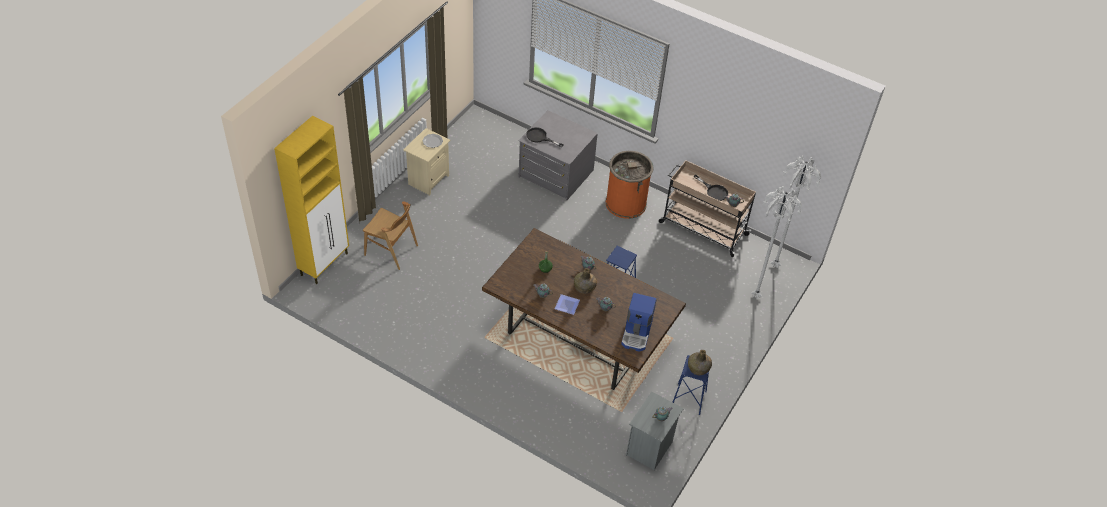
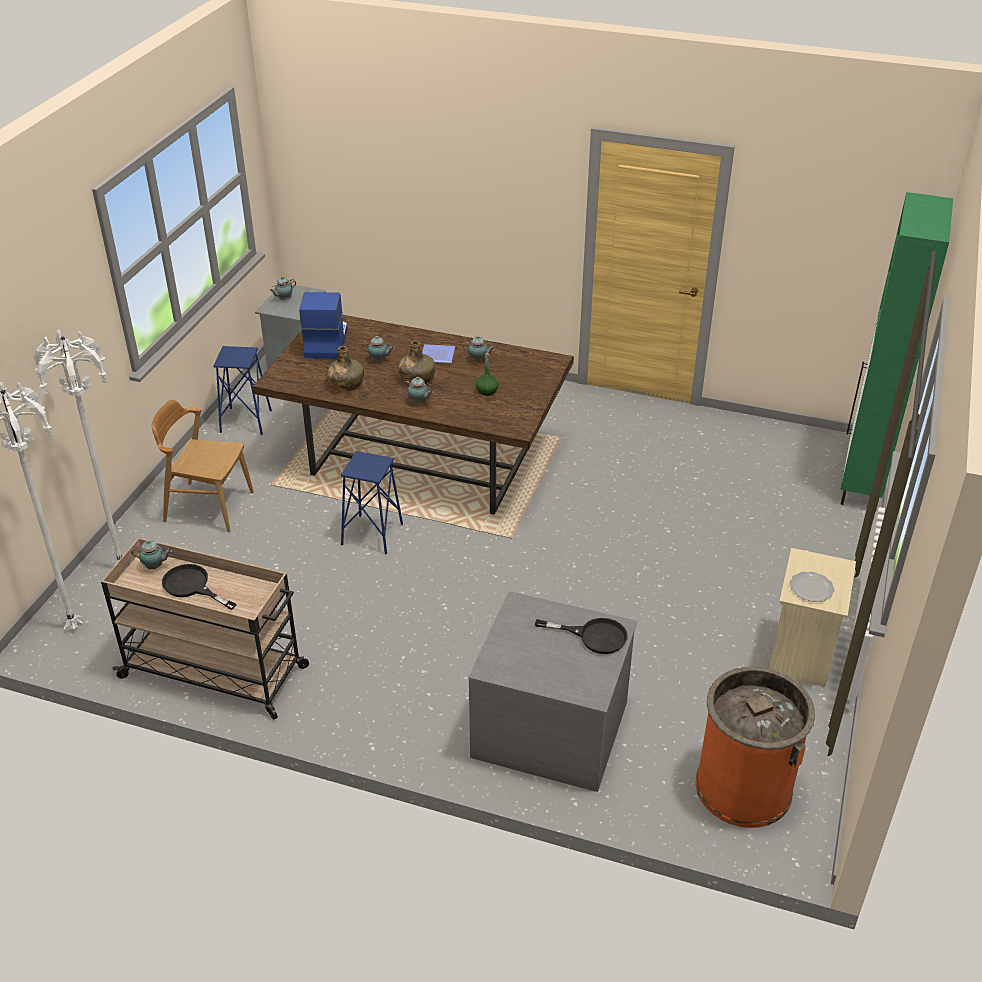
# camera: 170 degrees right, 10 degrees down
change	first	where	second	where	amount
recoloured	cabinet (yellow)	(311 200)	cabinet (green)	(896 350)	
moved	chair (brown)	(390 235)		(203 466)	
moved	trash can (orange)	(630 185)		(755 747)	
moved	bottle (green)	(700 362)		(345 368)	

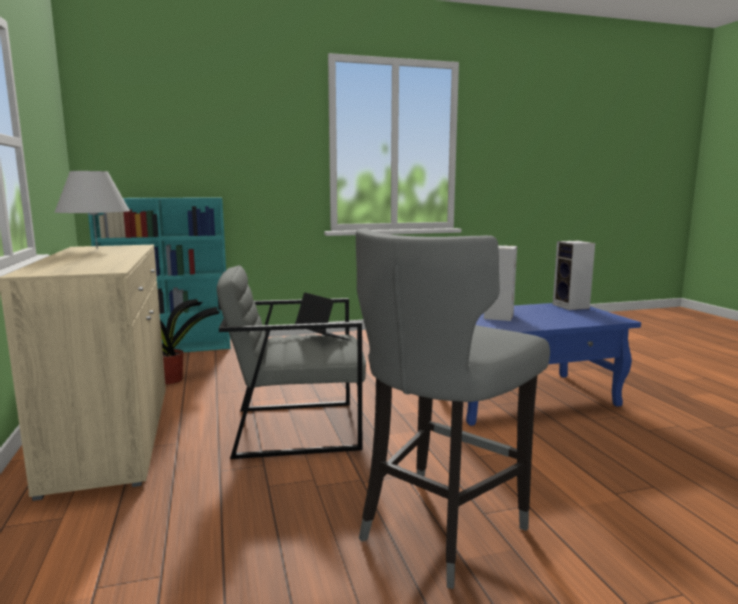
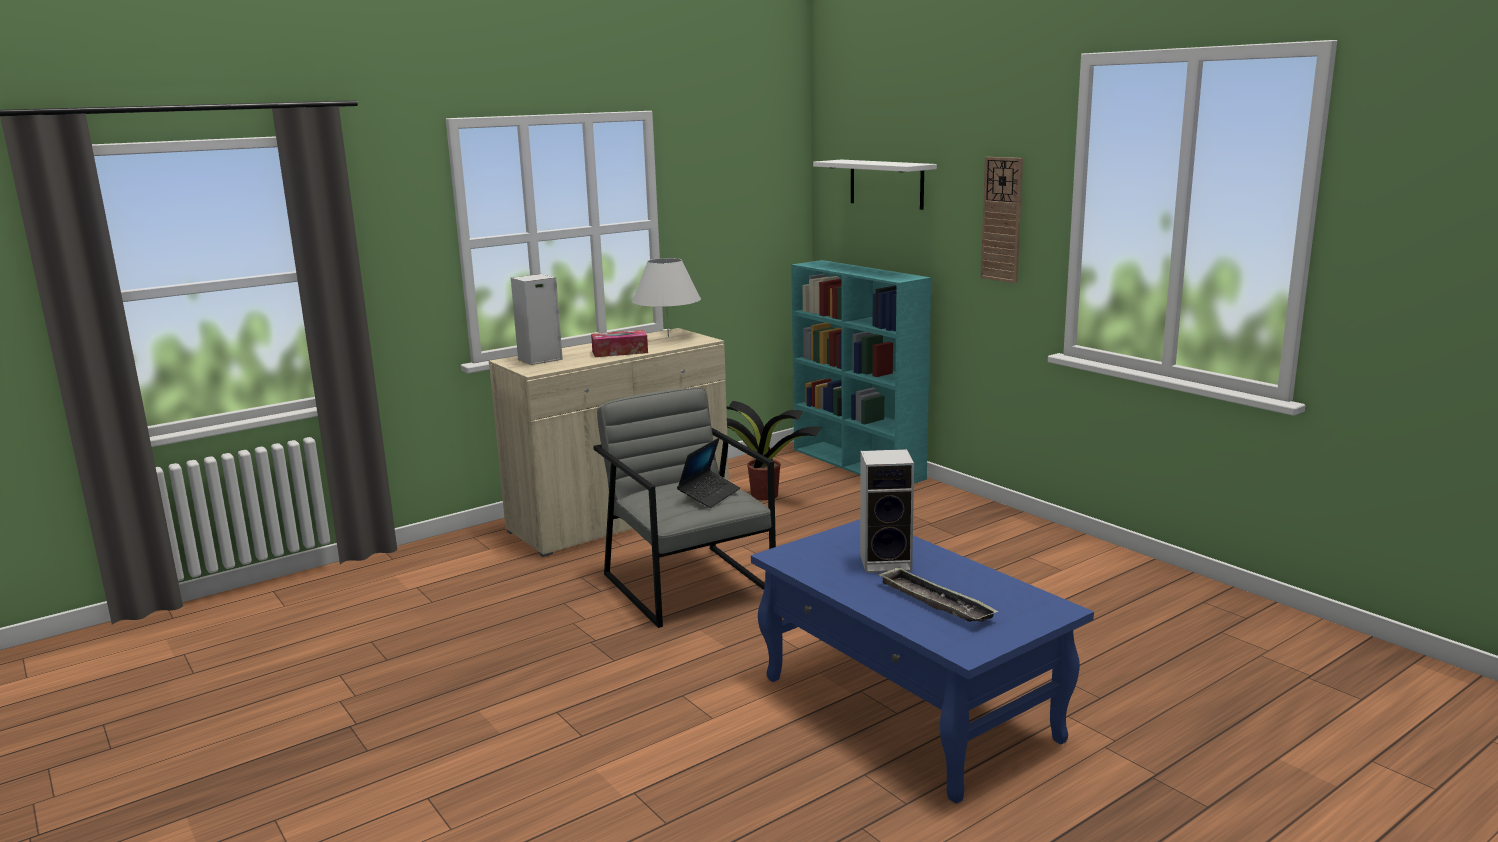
# camera: 70 degrees right, 5 degrees up
change	first	where	second	where	amount
removed	stool (grey)	(453 408)			
moved	speaker	(574 275)		(537 319)	
added			tissue box	(619 343)	
added			shelf (white)	(875 185)	
added			tray	(938 594)	
added			wall clock	(1002 220)	

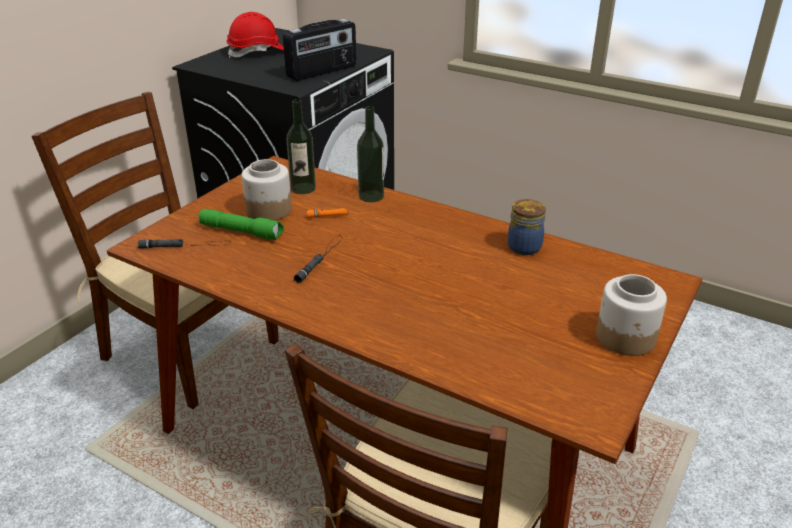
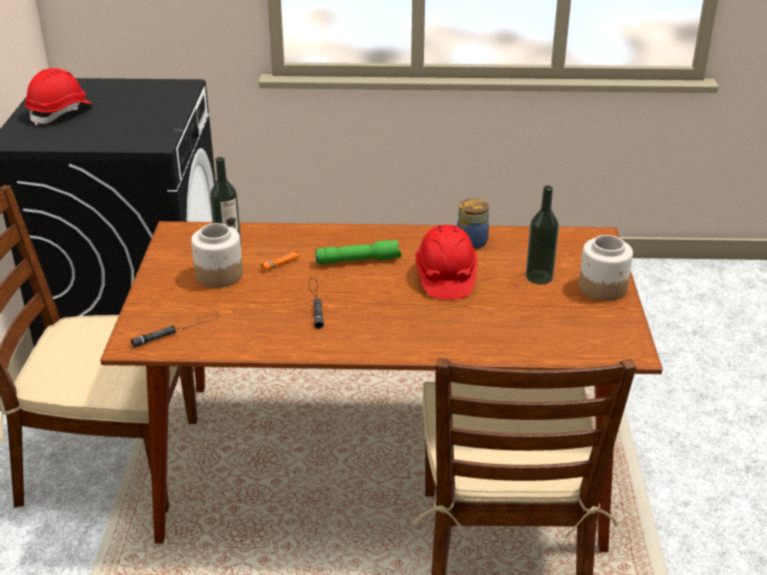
# camera: 30 degrees left, 0 degrees up
change	first	where	second	where	amount
moved	flashlight (green)	(241 224)		(358 252)	
removed	radio	(320 50)			
moved	bottle	(370 154)		(542 234)	
added			hard hat (red)	(446 262)	

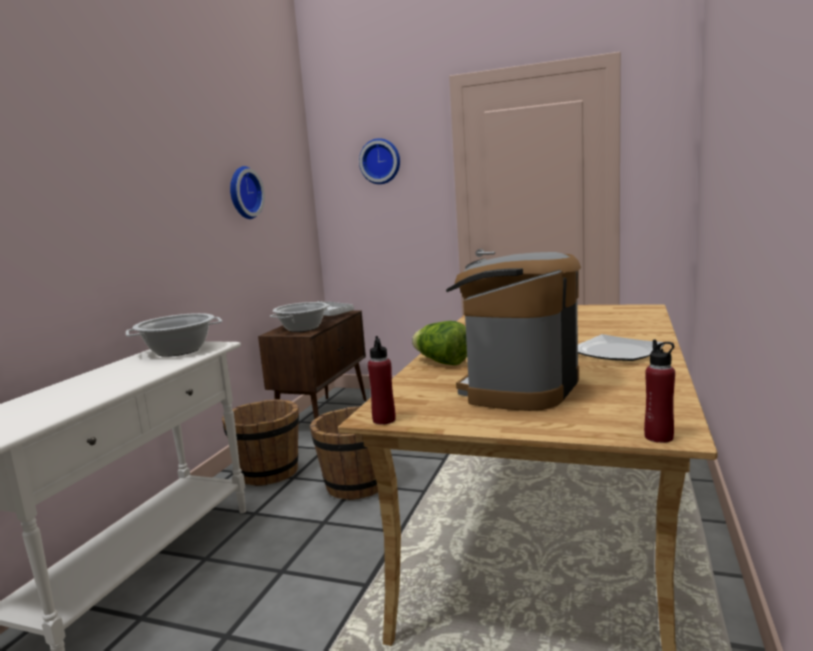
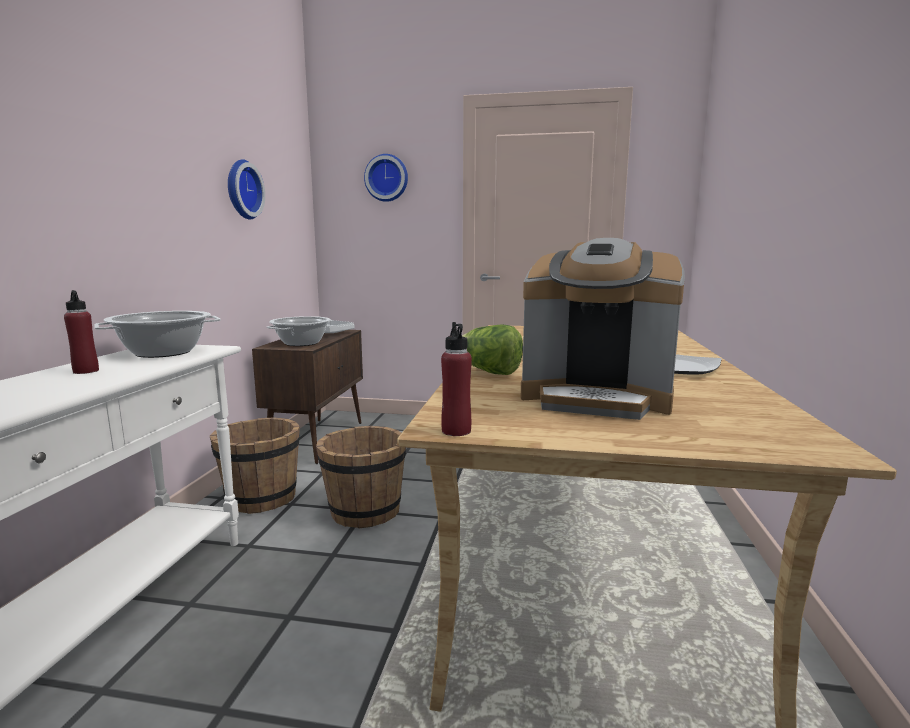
# camera: 10 degrees left, 0 degrees up
change	first	where	second	where	amount
turned	coffee machine	(513 331)		(603 329)	90 degrees counterclockwise
moved	bottle (red)	(659 391)		(81 332)	

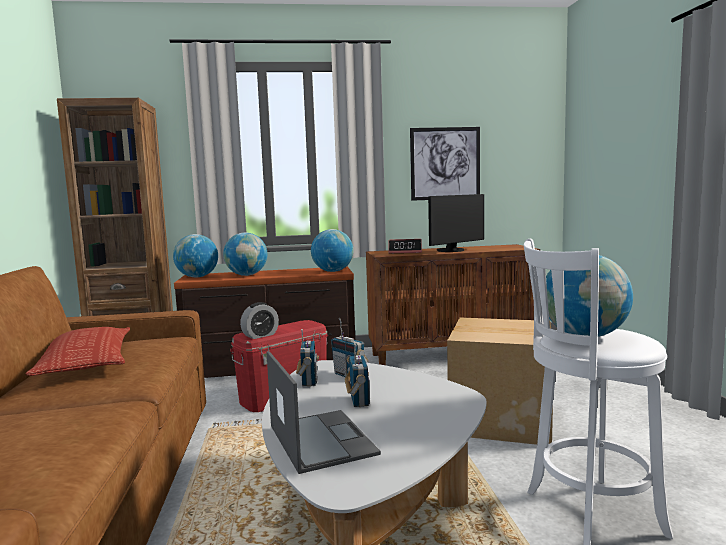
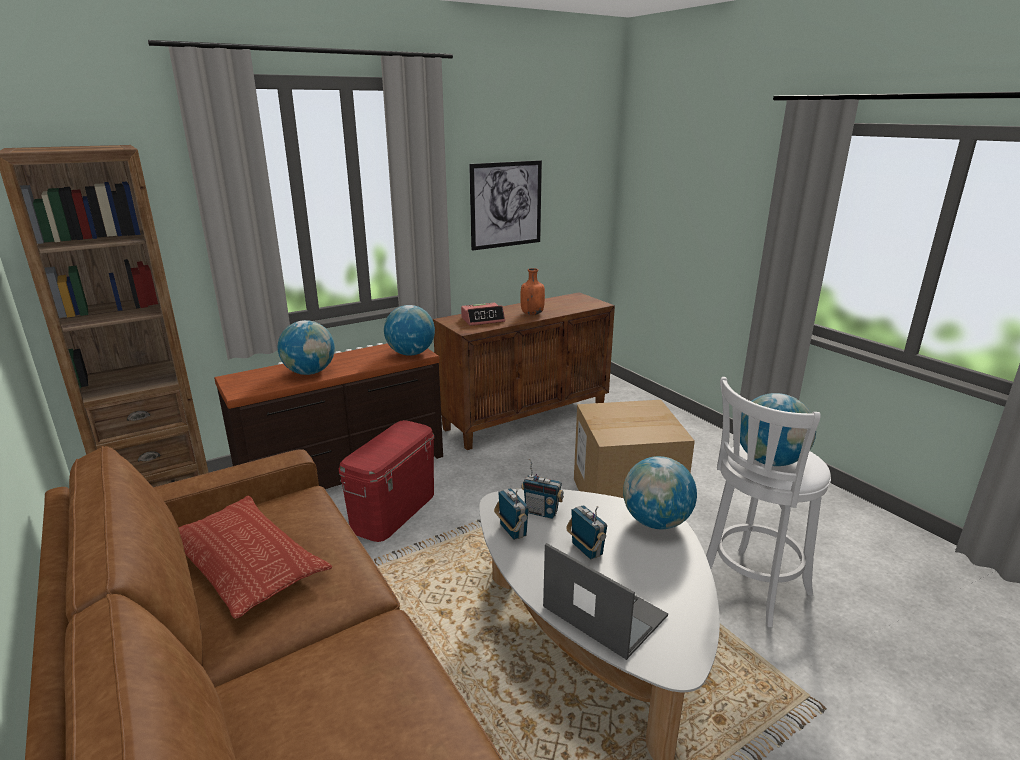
# camera: 25 degrees left, 15 degrees up
change	first	where	second	where	amount
moved	globe	(195 255)		(660 492)	
removed	alarm clock	(259 320)			
replaced	monitor	(456 223)	bottle (orange)	(532 291)	

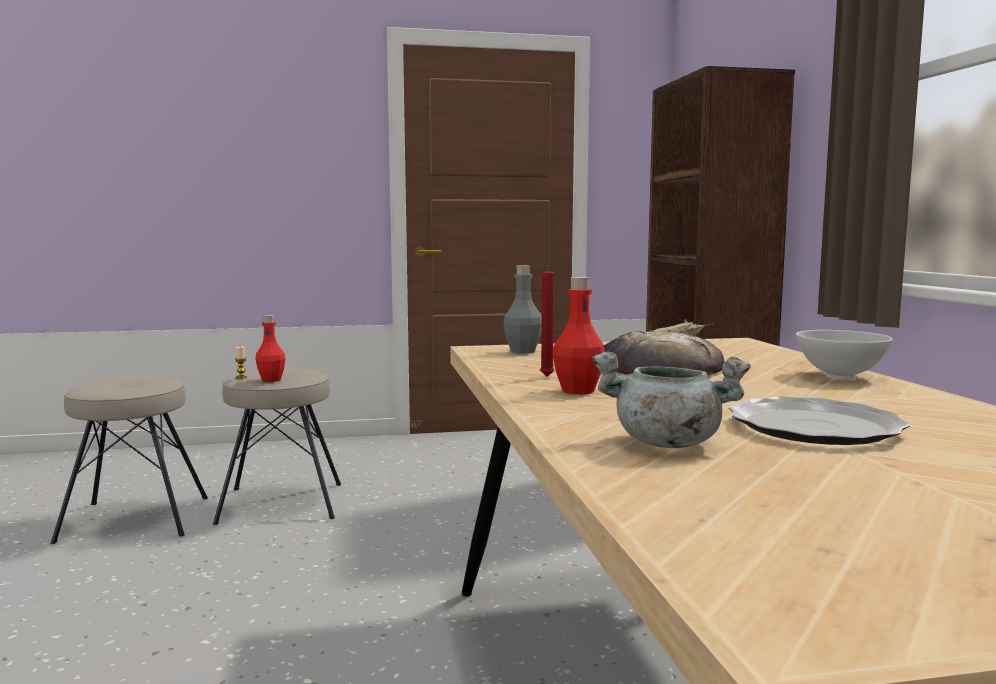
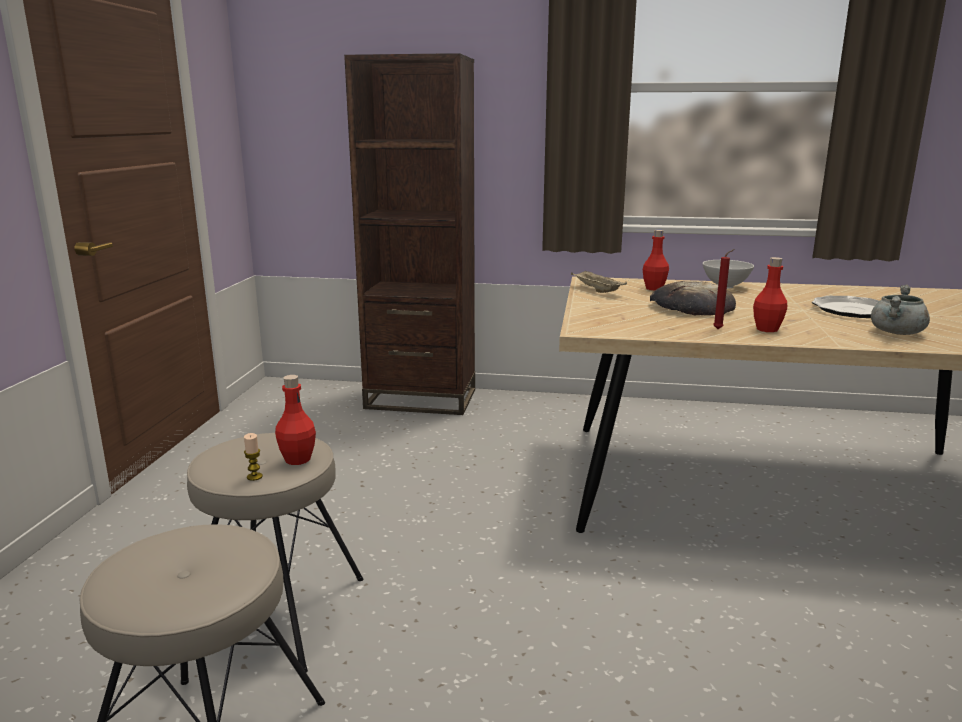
# camera: 70 degrees left, 10 degrees up
change	first	where	second	where	amount
removed	bottle (grey)	(523 309)			
added			bottle (red)	(656 260)	

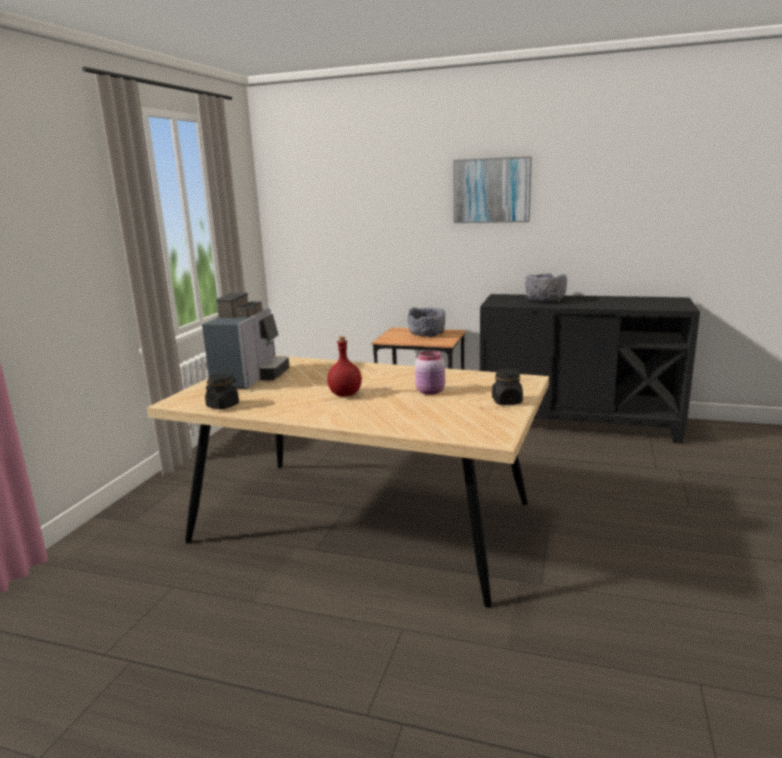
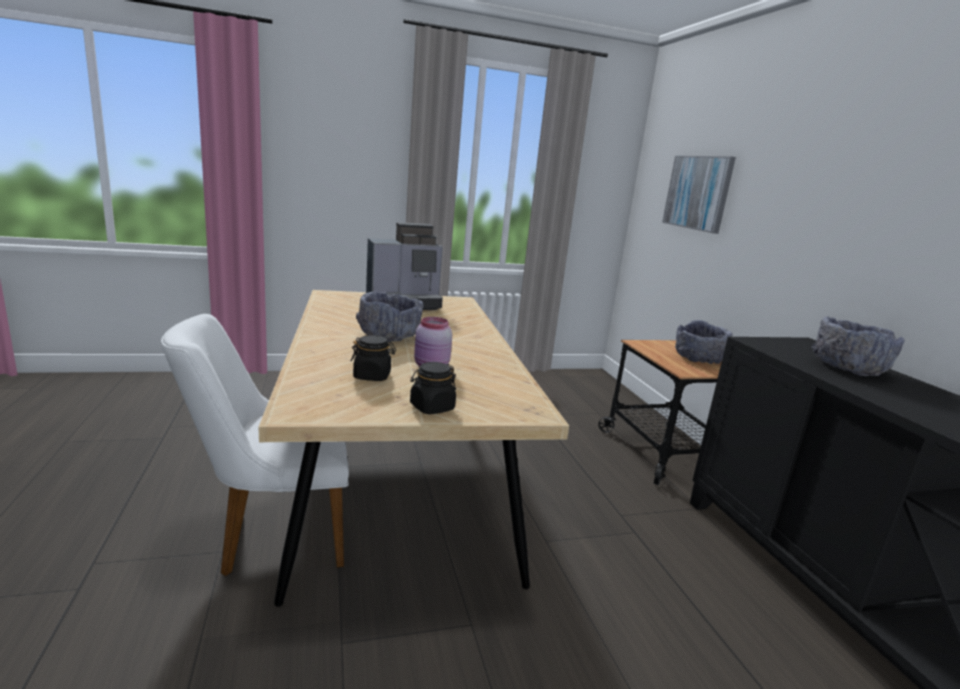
# camera: 55 degrees right, 0 degrees up
change	first	where	second	where	amount
moved	jar (black)	(222 391)		(373 358)	
replaced	bottle (red)	(344 366)	bowl (grey)	(390 316)	
moved	picture	(492 189)		(699 195)	
added			chair (white)	(255 445)	

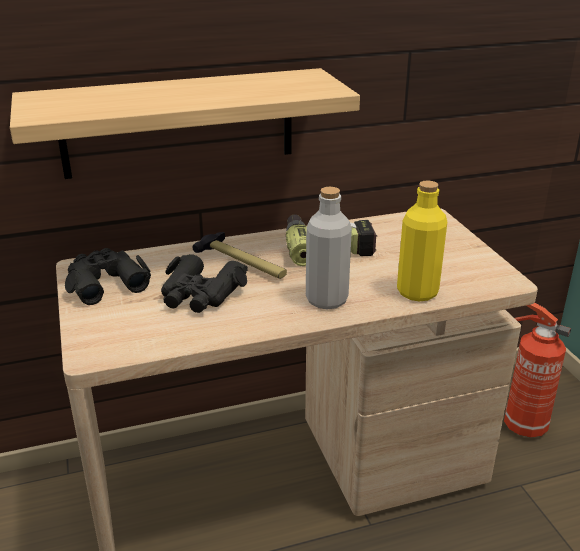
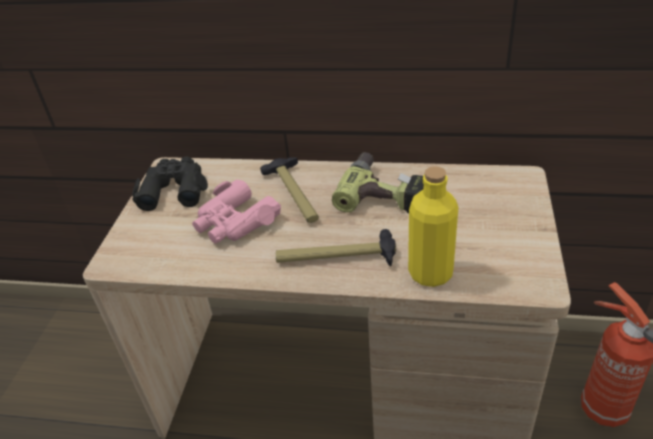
# camera: 30 degrees right, 10 degrees up
change	first	where	second	where	amount
removed	shelf	(185 123)			
recoloured	binoculars (black)	(204 283)	binoculars (pink)	(236 211)	
replaced	bottle (grey)	(329 248)	hammer	(336 247)	

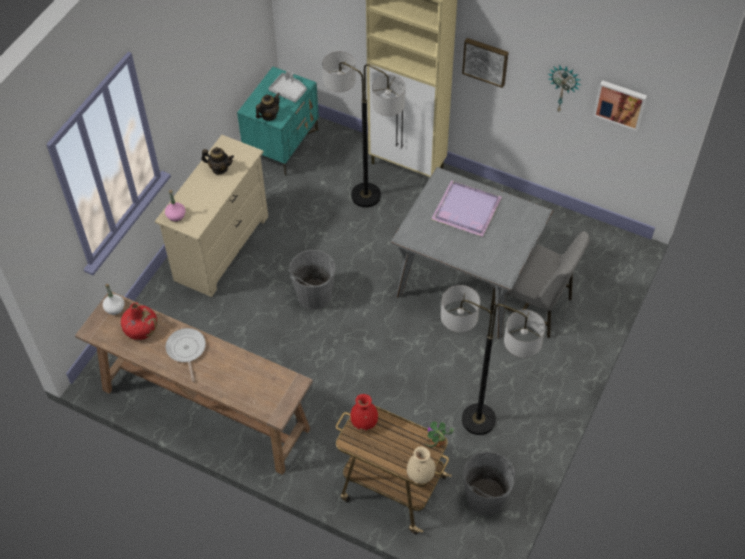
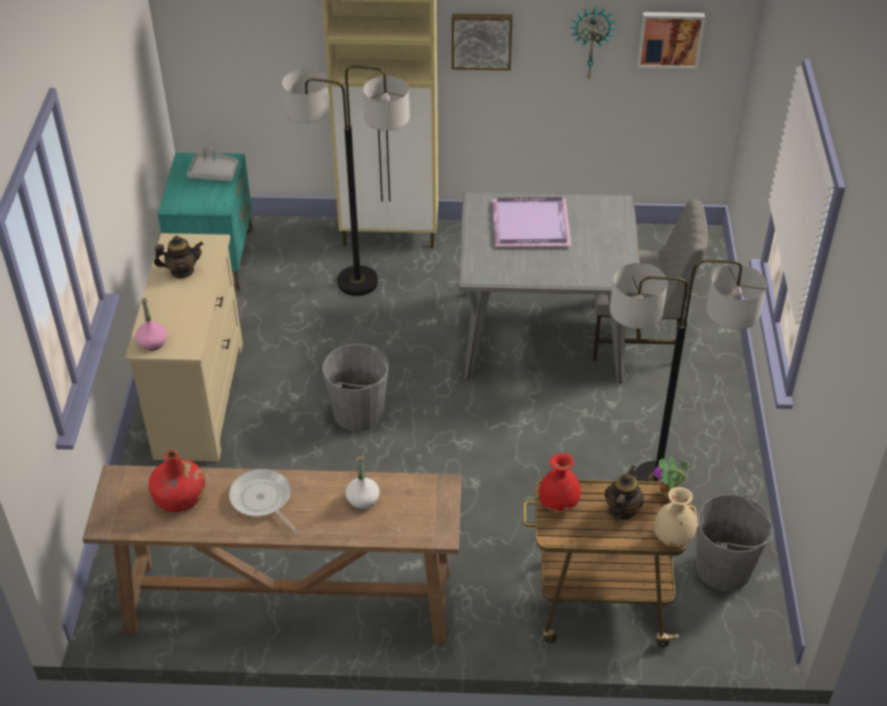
# camera: 25 degrees left, 10 degrees down
change	first	where	second	where	amount
moved	bottle (white)	(113 299)		(363 483)	
moved	teapot	(268 107)		(624 493)	

